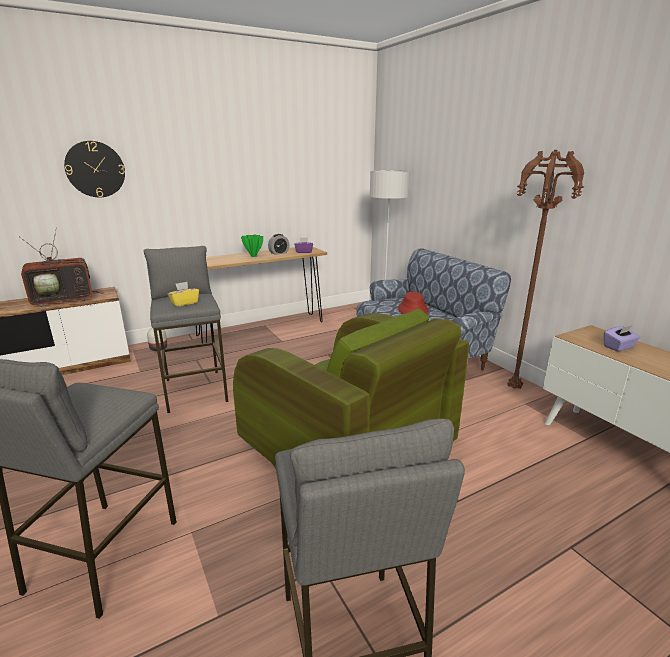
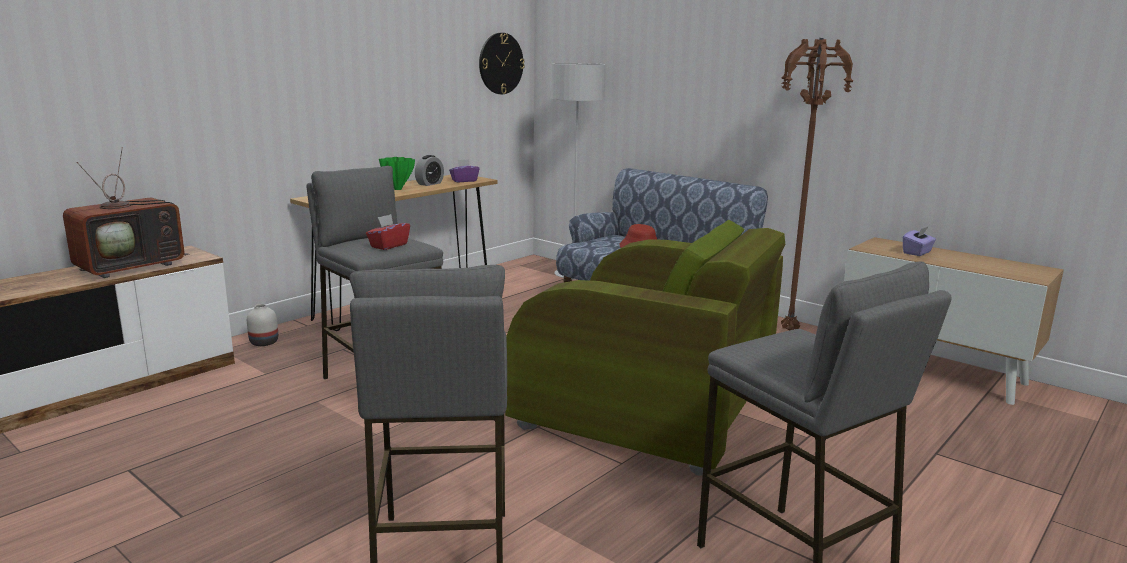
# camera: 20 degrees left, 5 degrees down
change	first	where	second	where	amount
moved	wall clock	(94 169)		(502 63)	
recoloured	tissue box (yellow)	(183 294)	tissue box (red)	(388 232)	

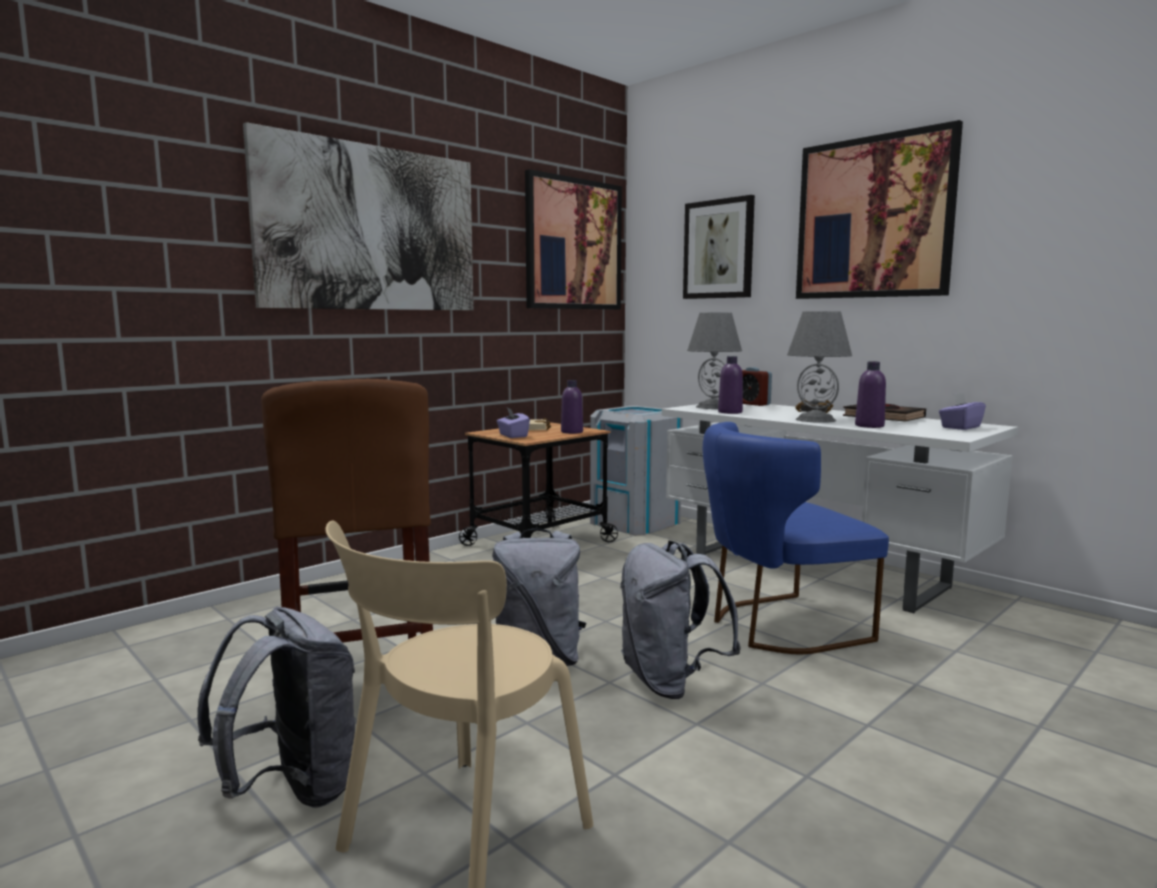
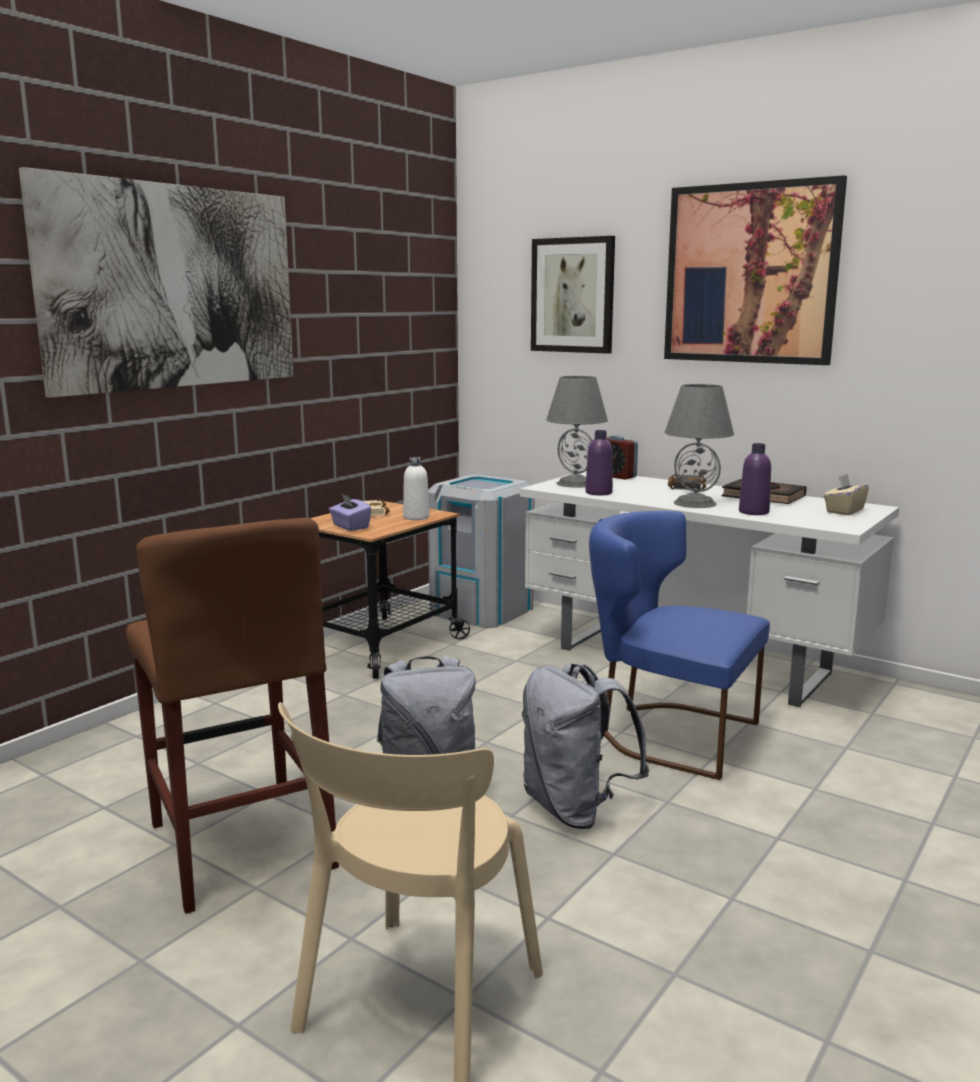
# camera: 10 degrees left, 5 degrees up
change	first	where	second	where	amount
removed	backpack (grey)	(276 707)			
removed	picture	(573 239)			
recoloured	bottle (purple)	(572 407)	bottle (white)	(416 488)	
turned	chair (blue)	(796 538)		(679 645)	60 degrees clockwise
recoloured	tissue box (purple)	(962 411)	tissue box (beige)	(846 494)	

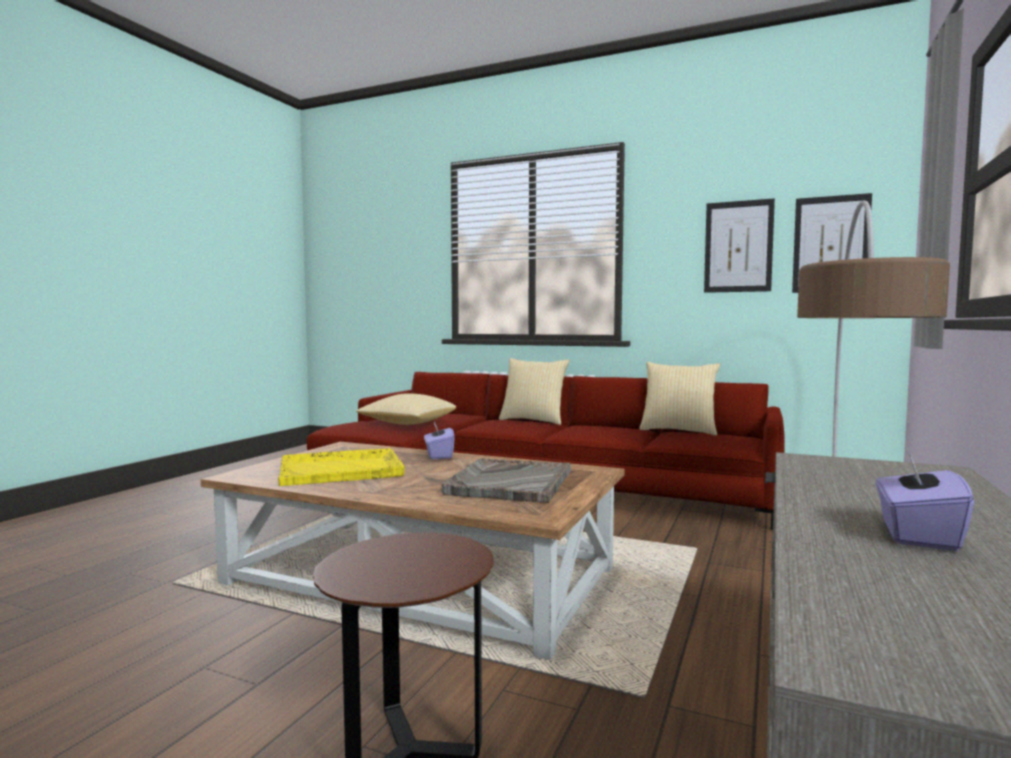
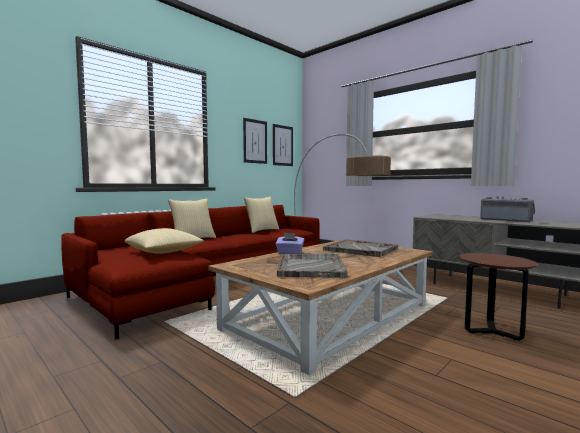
# camera: 70 degrees left, 0 degrees up
change	first	where	second	where	amount
recoloured	tray (yellow)	(341 467)	tray (grey)	(312 265)	
replaced	tissue box (purple)	(925 500)	radio	(507 209)	

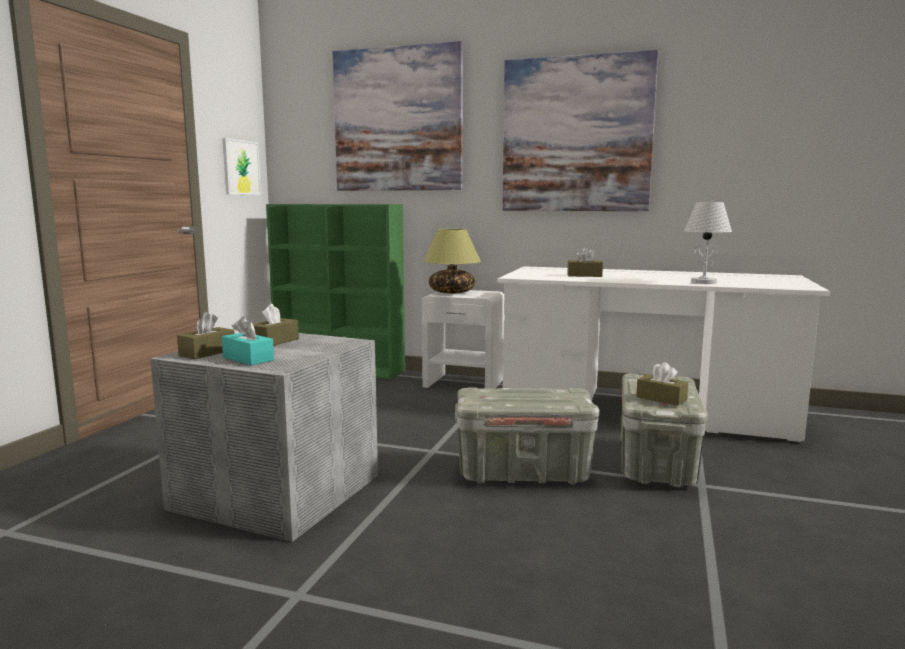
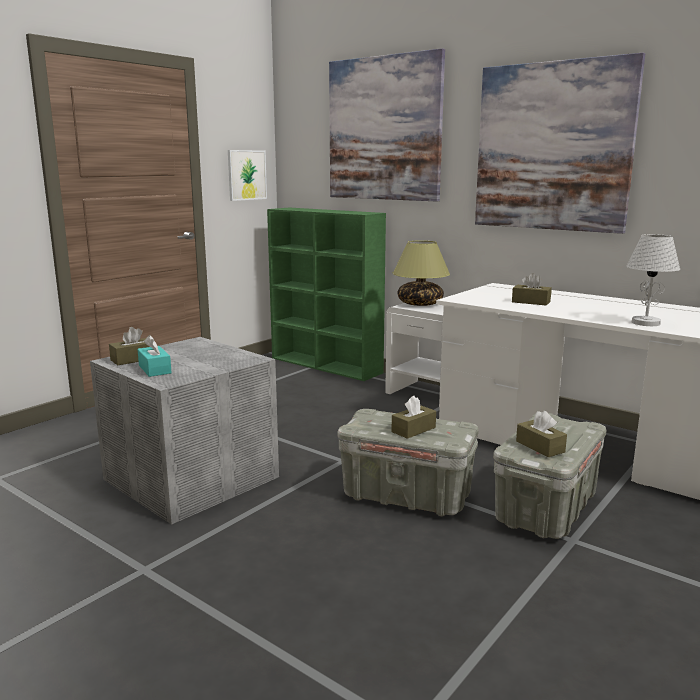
# camera: 20 degrees right, 5 degrees up
change	first	where	second	where	amount
moved	tissue box (brown)	(276 325)		(413 417)	

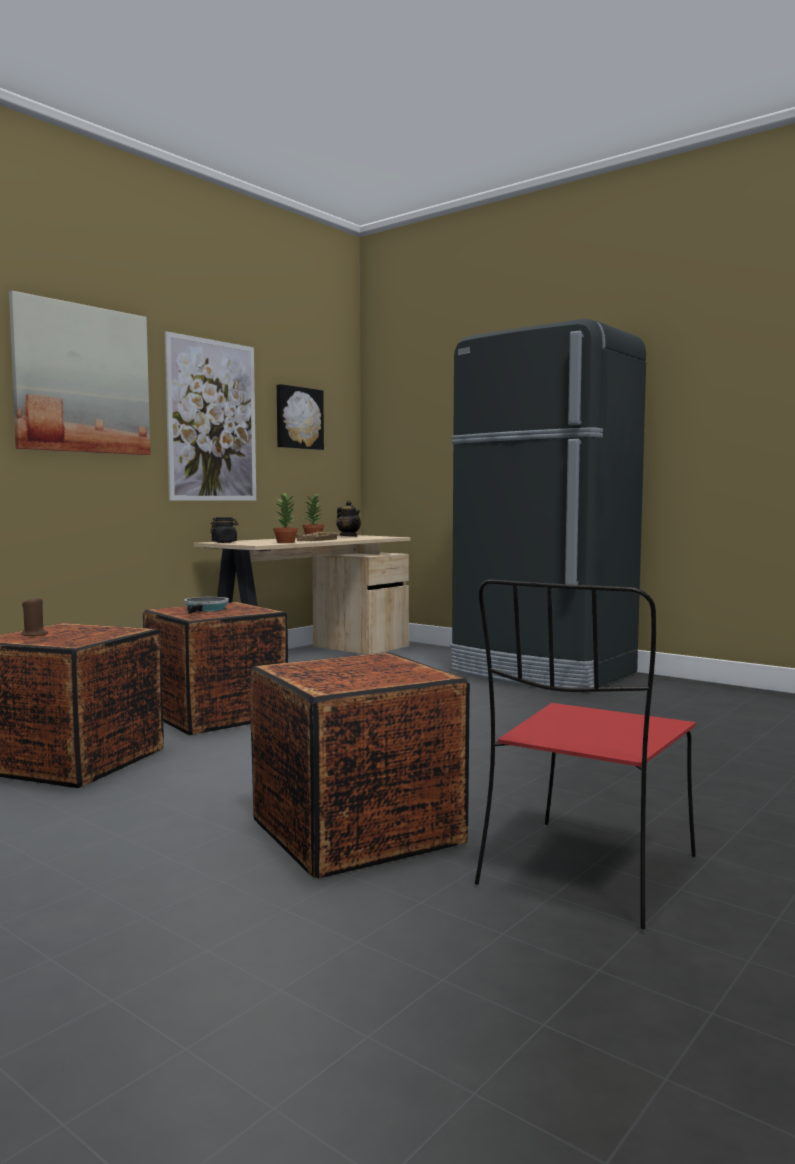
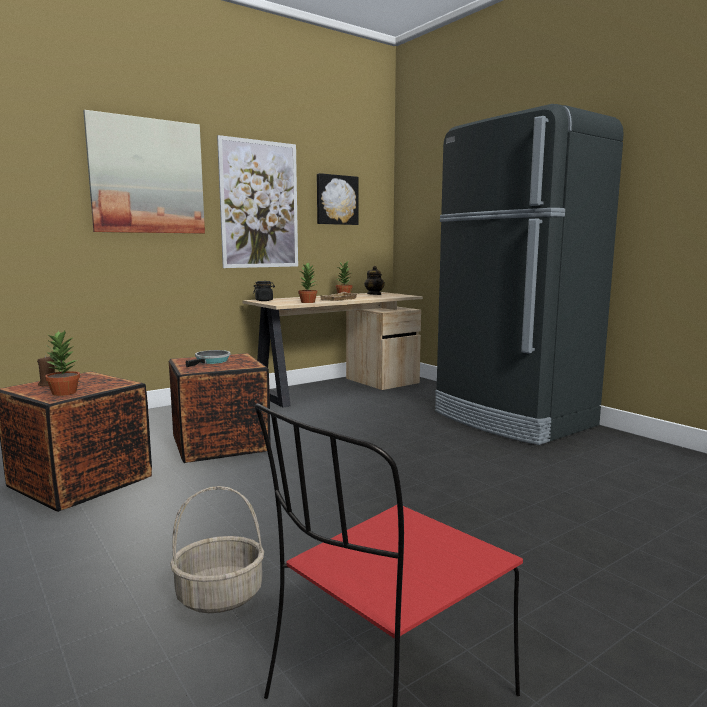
# camera: 15 degrees right, 5 degrees up
change	first	where	second	where	amount
replaced	crate	(360 765)	basket	(217 549)	
added			potted plant	(62 363)	

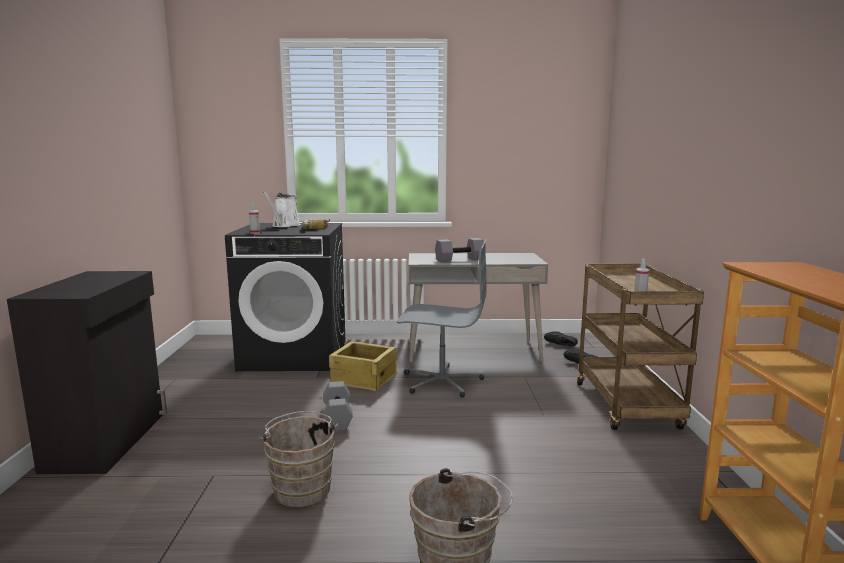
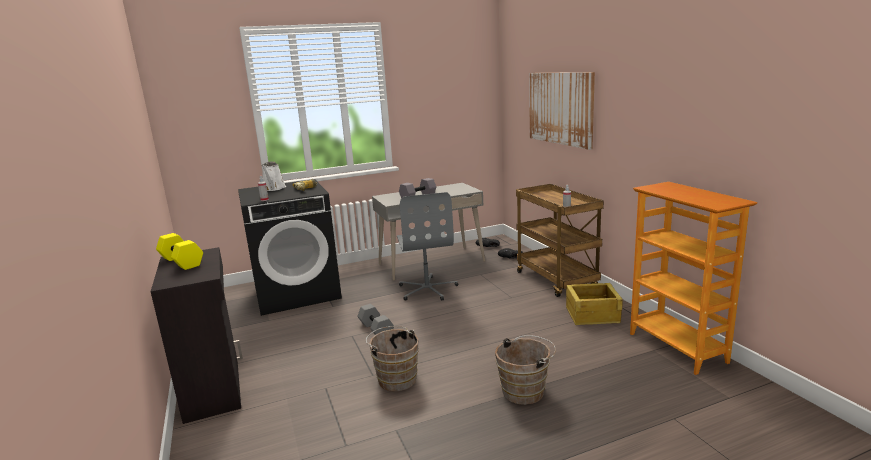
# camera: 20 degrees left, 5 degrees up
change	first	where	second	where	amount
moved	crate	(363 366)		(594 304)	
turned	office chair (grey)	(442 318)		(427 246)	90 degrees clockwise
added			dumbbell (yellow)	(179 251)	
added			picture	(562 111)	

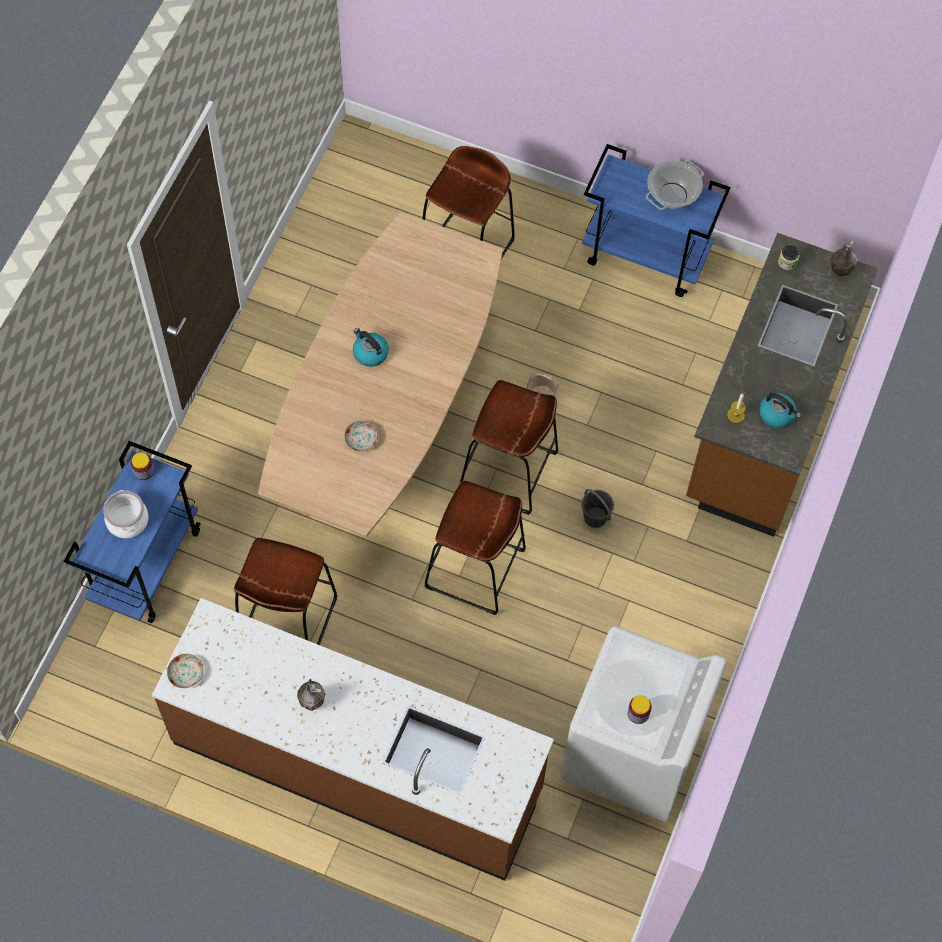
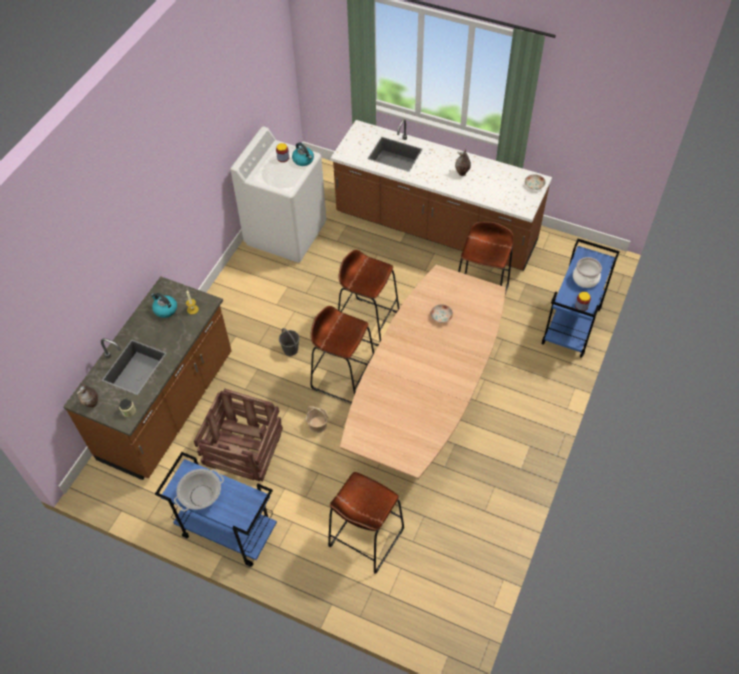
# camera: 175 degrees left, 10 degrees down
change	first	where	second	where	amount
moved	kettle	(371 347)		(303 154)	
added			crate	(238 435)	

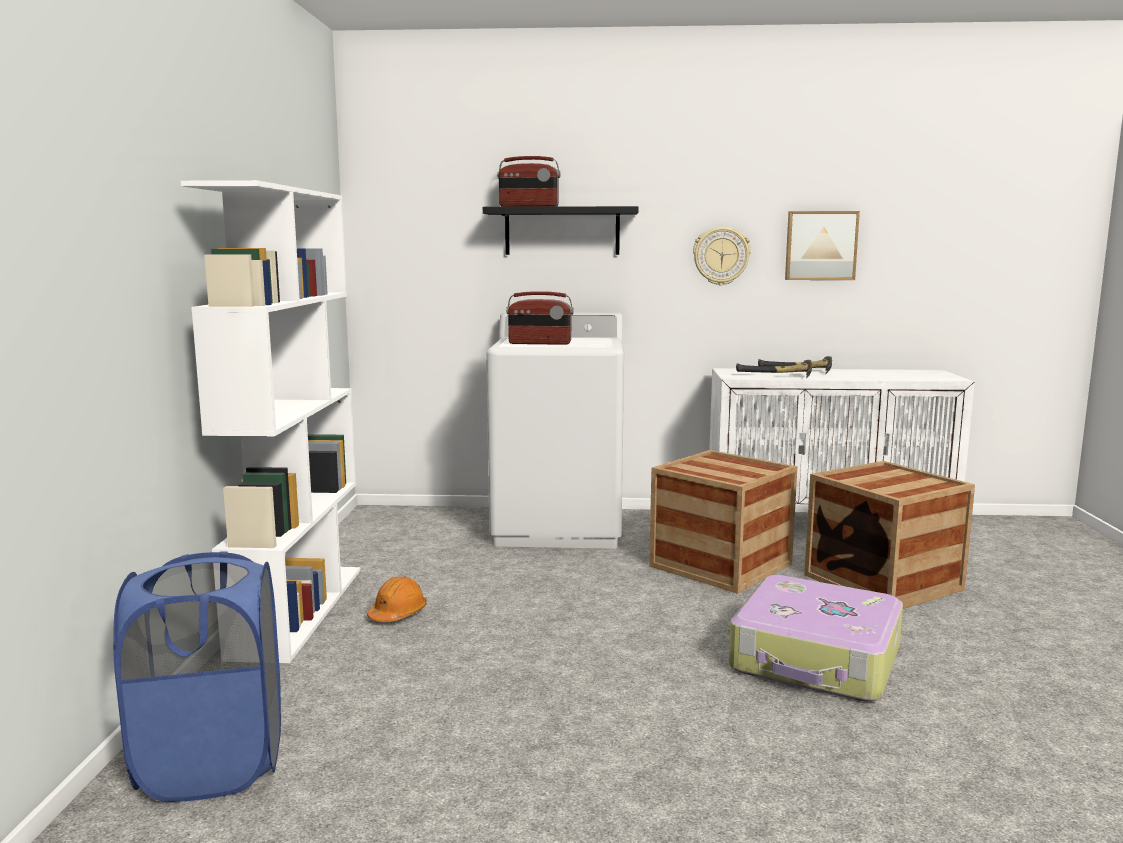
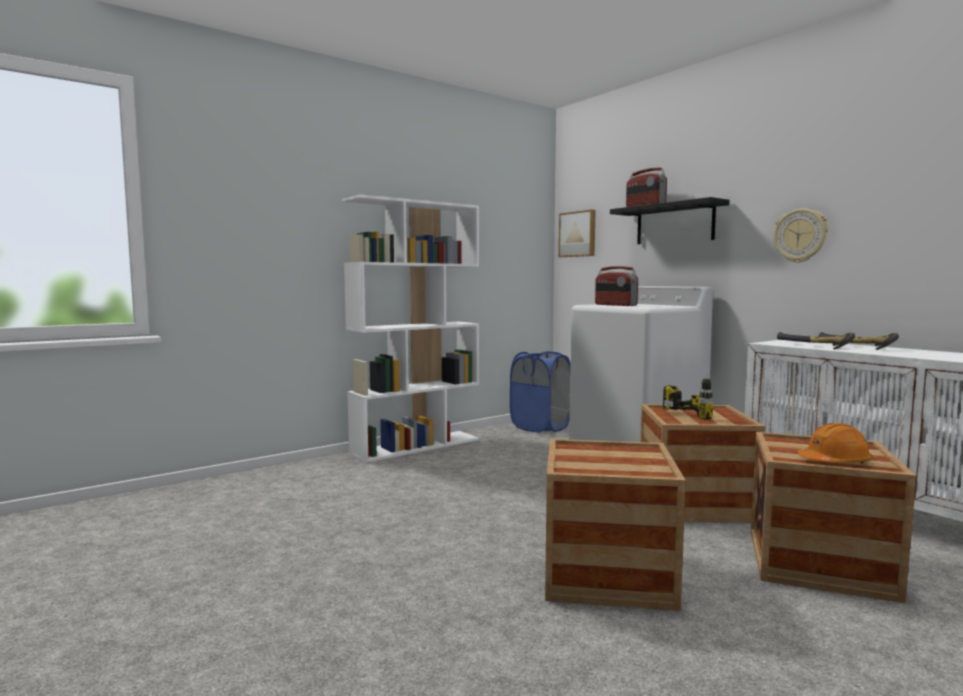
# camera: 50 degrees right, 5 degrees down
change	first	where	second	where	amount
moved	laundry basket (blue)	(197 676)		(540 392)	
moved	hard hat (orange)	(397 599)		(835 443)	
replaced	suitcase	(816 638)	crate	(615 525)	
moved	picture	(822 245)		(577 233)	
added			power drill	(688 397)	

